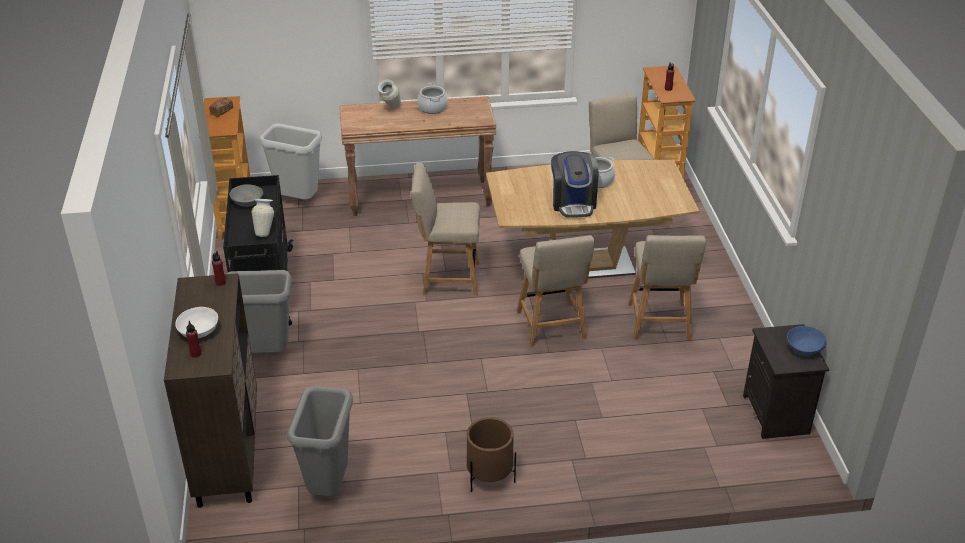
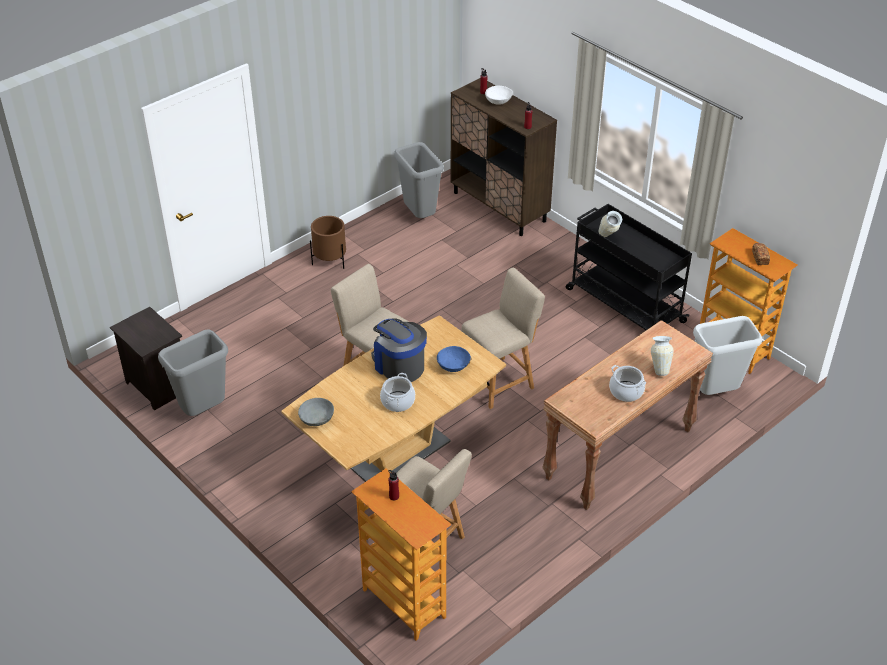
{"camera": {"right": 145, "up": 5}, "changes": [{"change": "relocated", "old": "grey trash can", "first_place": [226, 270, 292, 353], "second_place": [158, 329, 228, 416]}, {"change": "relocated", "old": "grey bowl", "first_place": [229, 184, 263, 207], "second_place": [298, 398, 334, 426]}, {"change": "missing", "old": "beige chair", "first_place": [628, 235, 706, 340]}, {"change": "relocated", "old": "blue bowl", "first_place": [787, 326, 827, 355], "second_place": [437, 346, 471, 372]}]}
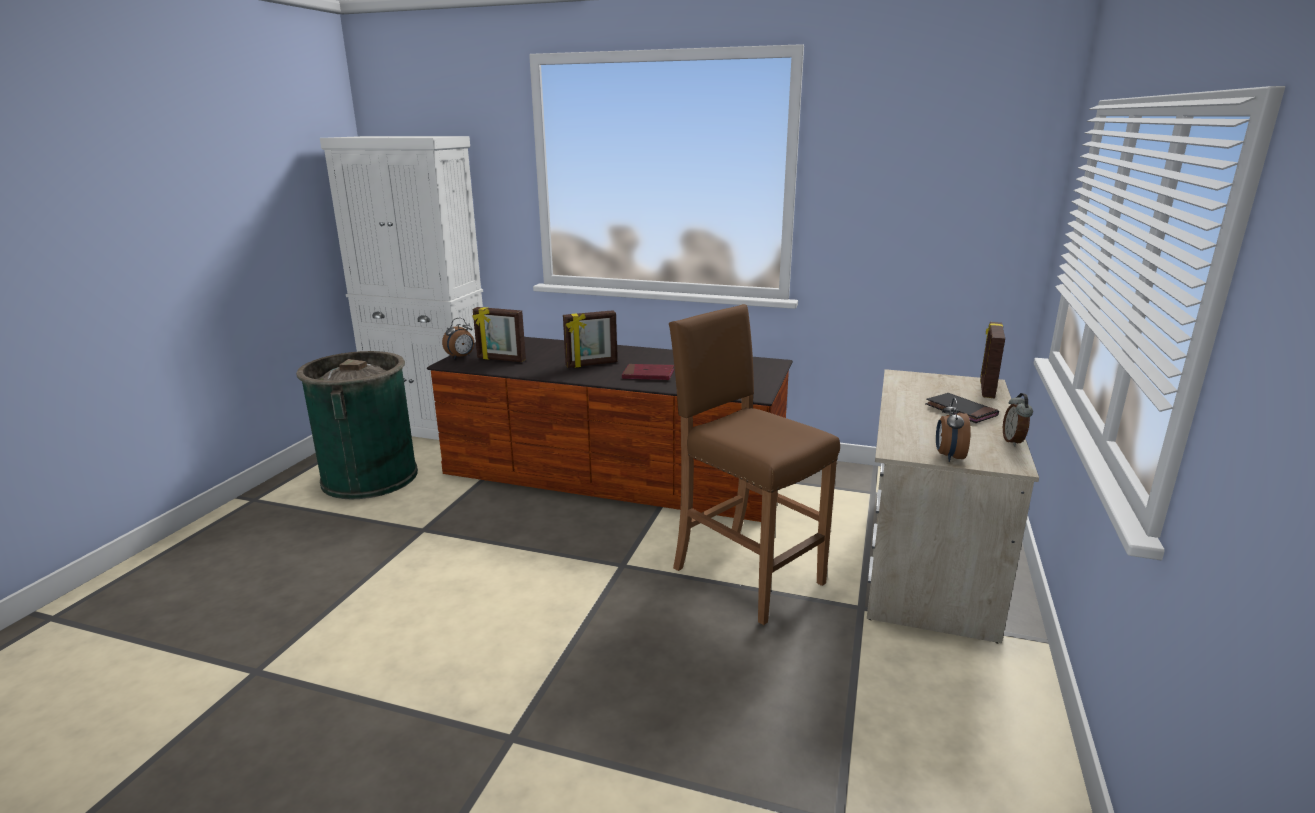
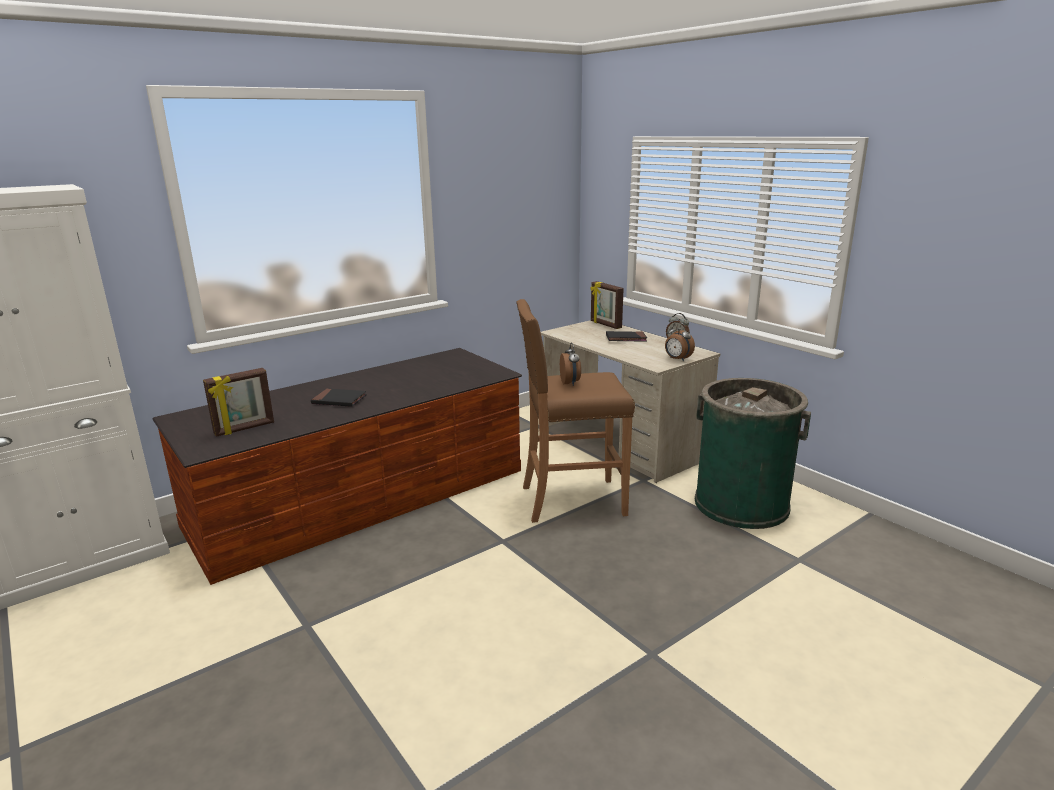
{"camera": {"right": -55, "up": 0}, "changes": [{"change": "relocated", "old": "green trash can", "first_place": [296, 351, 418, 499], "second_place": [695, 378, 811, 529]}, {"change": "relocated", "old": "alarm clock", "first_place": [442, 318, 474, 359], "second_place": [560, 342, 581, 386]}, {"change": "exchanged", "old": "picture frame", "new": "black book", "first_place": [563, 310, 617, 368], "second_place": [311, 389, 366, 407]}, {"change": "missing", "old": "red book", "first_place": [622, 364, 674, 380]}]}
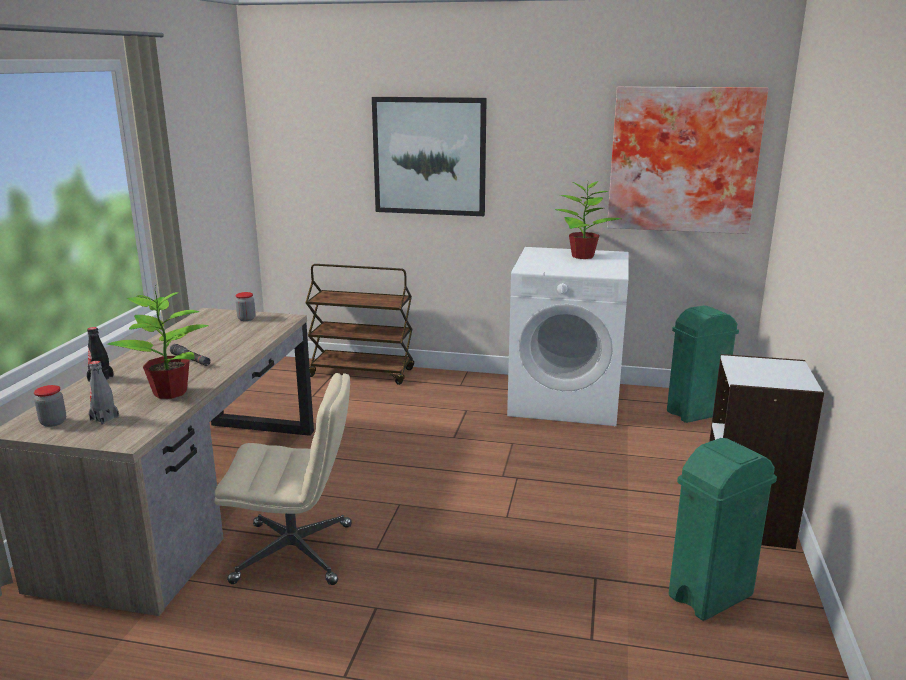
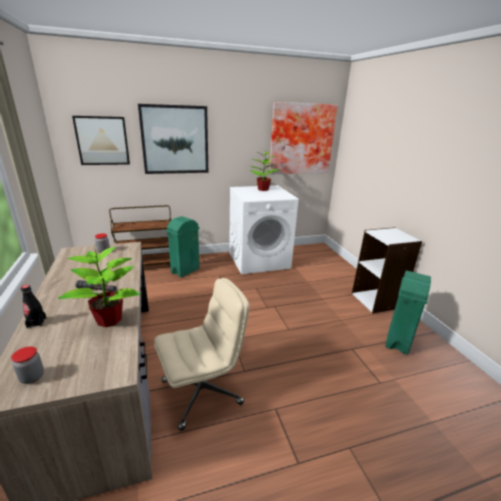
{"camera": {"right": -30, "up": 5}, "changes": [{"change": "missing", "old": "grey bottle", "first_place": [89, 361, 119, 424]}, {"change": "relocated", "old": "green trash can", "first_place": [667, 305, 739, 423], "second_place": [166, 216, 200, 278]}, {"change": "appeared", "new": "picture", "second_place": [72, 116, 130, 165]}]}
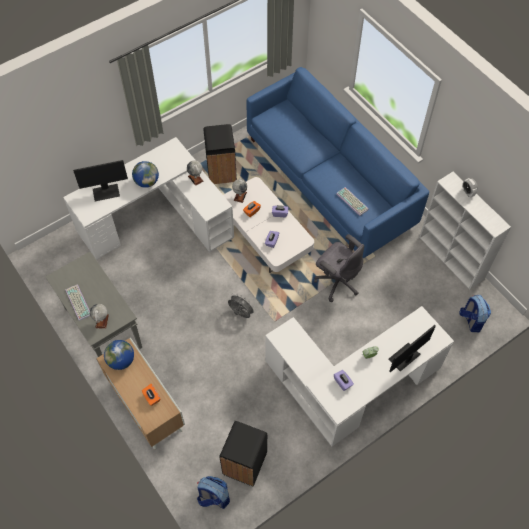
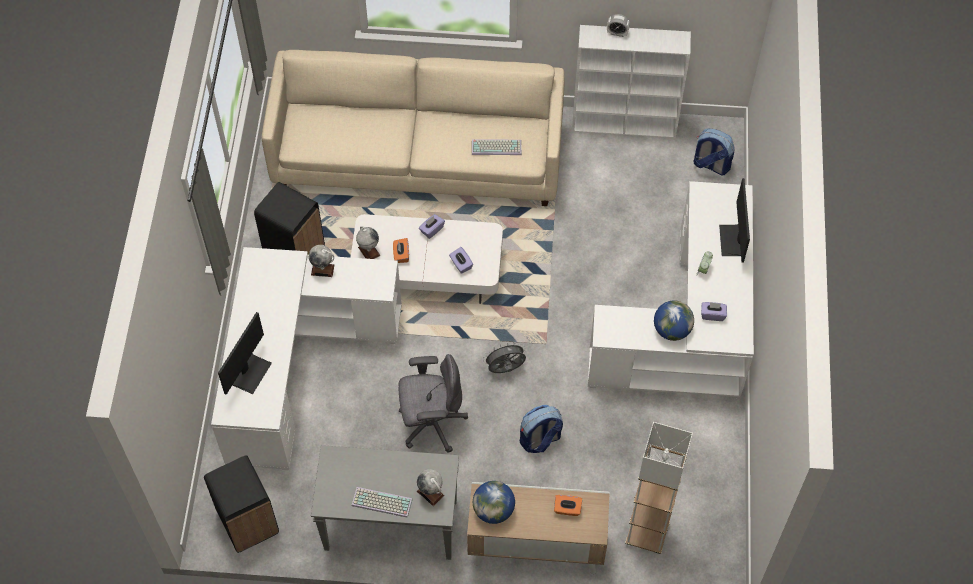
{"camera": {"right": -50, "up": 0}, "changes": [{"change": "relocated", "old": "globe", "first_place": [132, 161, 159, 188], "second_place": [654, 301, 694, 341]}, {"change": "relocated", "old": "backpack", "first_place": [197, 476, 230, 509], "second_place": [520, 405, 563, 453]}, {"change": "relocated", "old": "black trash can", "first_place": [219, 421, 267, 486], "second_place": [204, 455, 279, 553]}, {"change": "colour", "old": "blue sofa", "new": "beige sofa", "first_place": [247, 67, 429, 258], "second_place": [262, 50, 565, 206]}, {"change": "relocated", "old": "grey office chair", "first_place": [314, 234, 364, 302], "second_place": [399, 354, 468, 453]}, {"change": "appeared", "new": "white floor lamp", "second_place": [625, 422, 693, 554]}]}
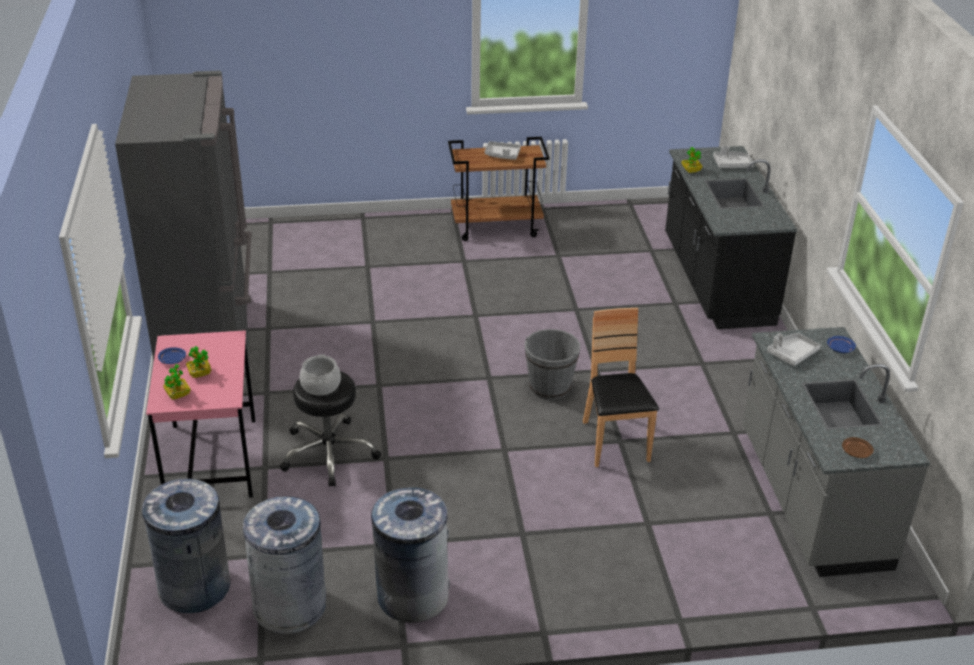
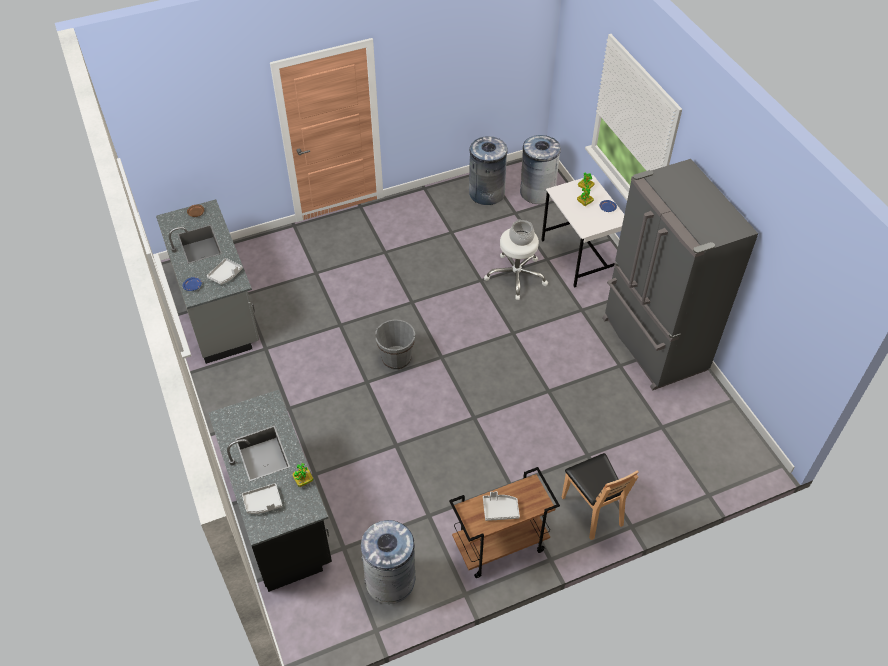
{"camera": {"right": 165, "up": 15}, "changes": [{"change": "colour", "old": "pink desk", "new": "white desk", "first_place": [146, 330, 255, 498], "second_place": [542, 175, 624, 288]}, {"change": "colour", "old": "black stool", "new": "white stool", "first_place": [280, 371, 381, 487], "second_place": [484, 229, 548, 300]}, {"change": "relocated", "old": "grey trash can", "first_place": [371, 488, 450, 623], "second_place": [361, 520, 415, 604]}, {"change": "relocated", "old": "brown chair", "first_place": [583, 308, 659, 467], "second_place": [562, 453, 638, 540]}]}
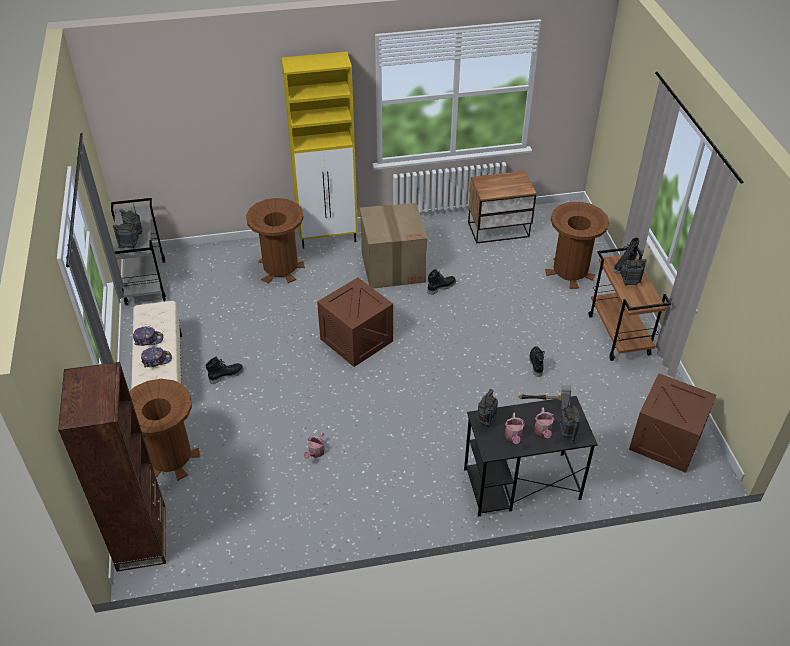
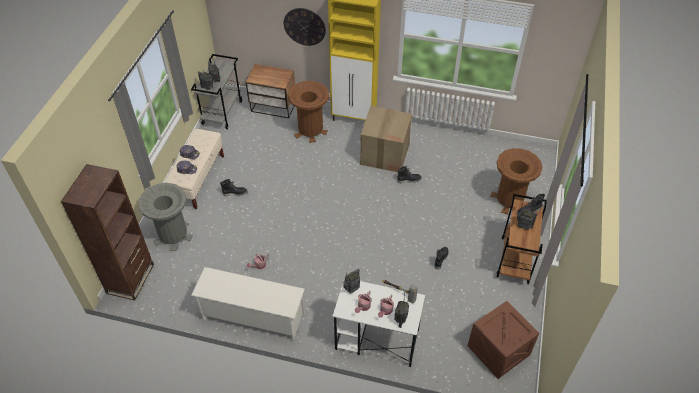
{"camera": {"right": 25, "up": 5}, "changes": [{"change": "colour", "old": "brown trash can", "new": "grey trash can", "first_place": [129, 379, 200, 481], "second_place": [139, 183, 193, 251]}, {"change": "missing", "old": "crate", "first_place": [317, 277, 393, 367]}, {"change": "colour", "old": "black desk", "new": "white desk", "first_place": [464, 396, 598, 517], "second_place": [332, 278, 425, 367]}, {"change": "relocated", "old": "nightstand", "first_place": [468, 171, 537, 244], "second_place": [245, 64, 295, 118]}, {"change": "appeared", "new": "white shoe rack", "second_place": [191, 267, 305, 341]}, {"change": "appeared", "new": "wall clock", "second_place": [284, 8, 326, 46]}]}
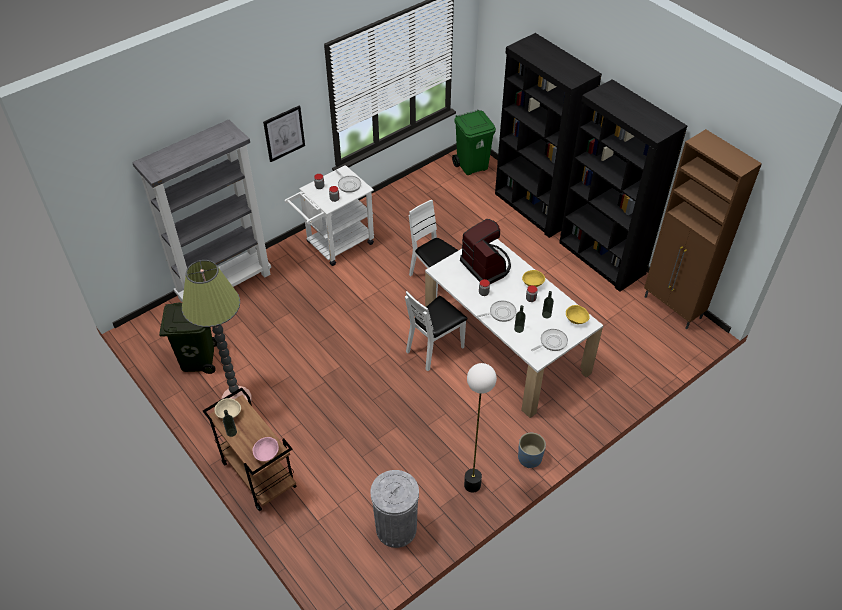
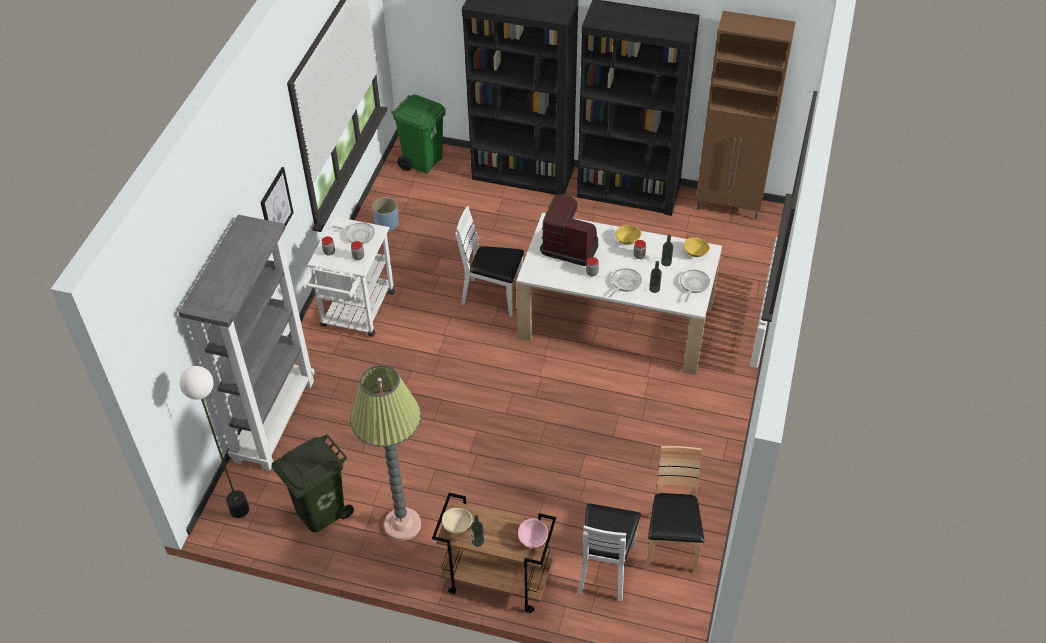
{"camera": {"right": -35, "up": 0}, "changes": [{"change": "exchanged", "old": "grey trash can", "new": "brown chair", "first_place": [370, 470, 419, 548], "second_place": [646, 446, 704, 573]}, {"change": "relocated", "old": "white chair", "first_place": [405, 291, 468, 371], "second_place": [578, 504, 641, 601]}, {"change": "relocated", "old": "floor lamp", "first_place": [464, 363, 497, 493], "second_place": [179, 366, 249, 518]}, {"change": "relocated", "old": "blue planter", "first_place": [518, 433, 546, 468], "second_place": [372, 197, 399, 232]}]}
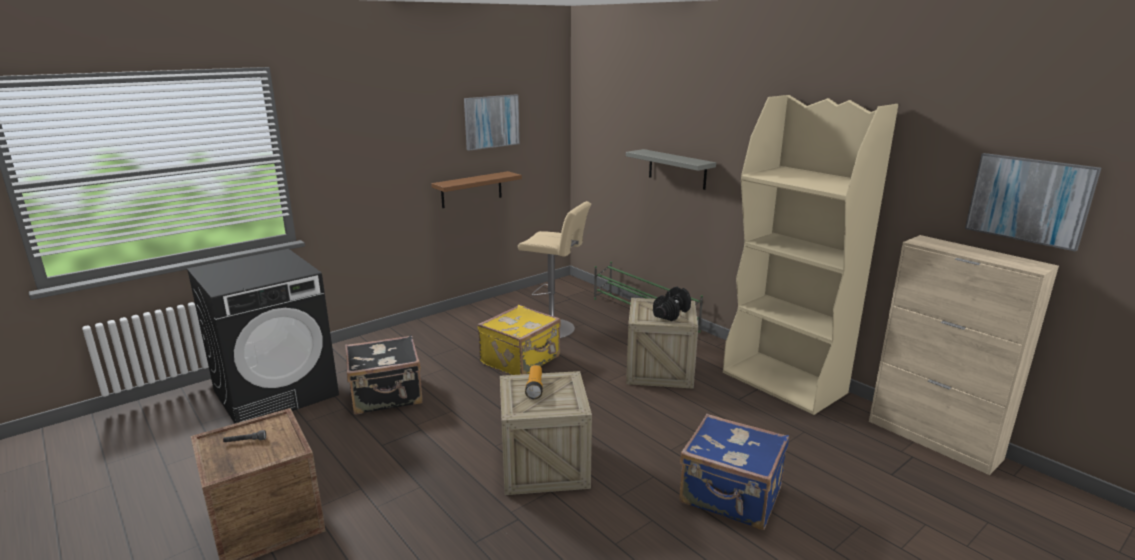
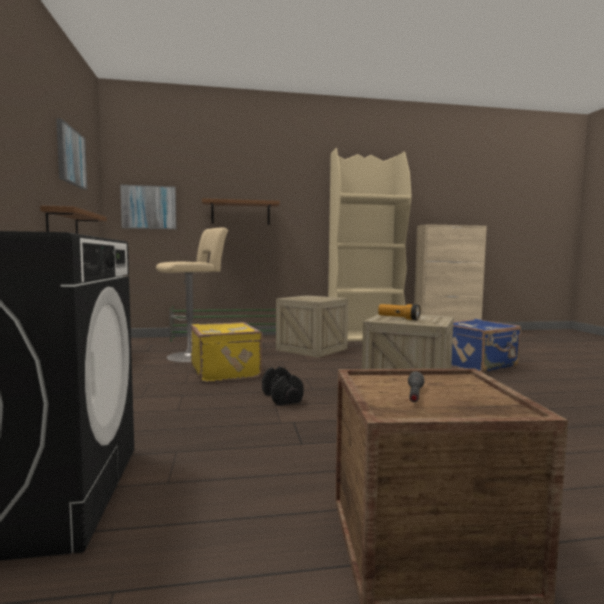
{"camera": {"right": -60, "up": -15}, "changes": [{"change": "missing", "old": "black suitcase", "first_place": [345, 335, 423, 415]}, {"change": "colour", "old": "grey shelf", "new": "brown shelf", "first_place": [626, 149, 716, 190], "second_place": [202, 198, 280, 225]}, {"change": "relocated", "old": "black dumbbell", "first_place": [653, 286, 691, 321], "second_place": [262, 367, 303, 406]}, {"change": "relocated", "old": "picture", "first_place": [965, 153, 1101, 252], "second_place": [120, 185, 177, 229]}]}
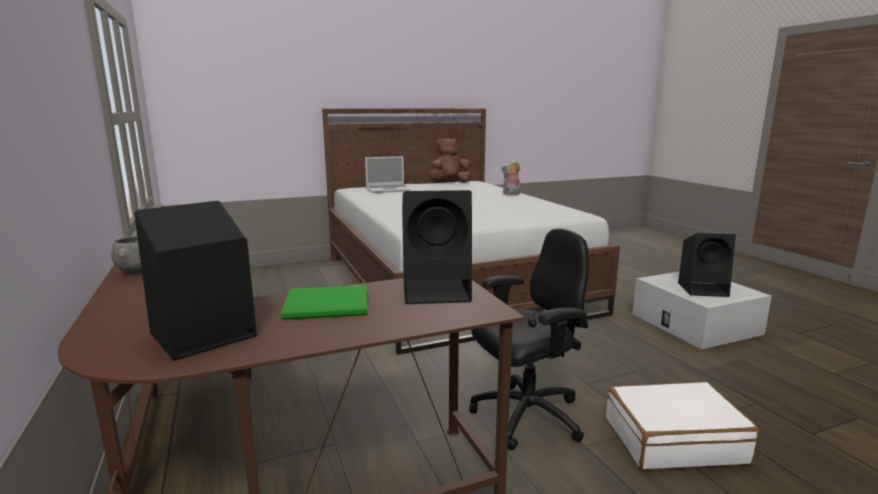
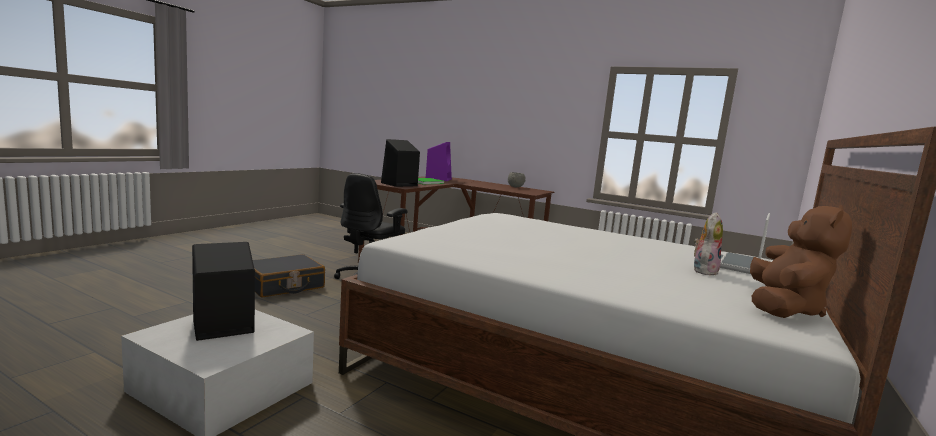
{"camera": {"right": 140, "up": -5}, "changes": [{"change": "colour", "old": "black speaker", "new": "purple speaker", "first_place": [134, 201, 257, 361], "second_place": [426, 142, 452, 181]}, {"change": "relocated", "old": "plush toy", "first_place": [501, 159, 521, 195], "second_place": [694, 212, 723, 275]}, {"change": "colour", "old": "white suitcase", "new": "black suitcase", "first_place": [606, 382, 759, 470], "second_place": [253, 254, 325, 297]}]}
